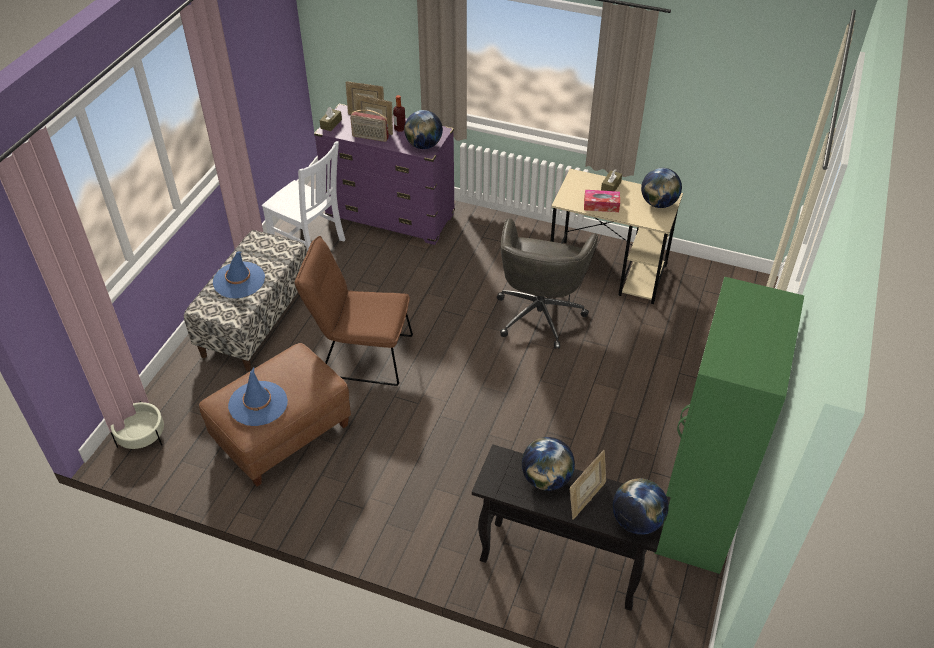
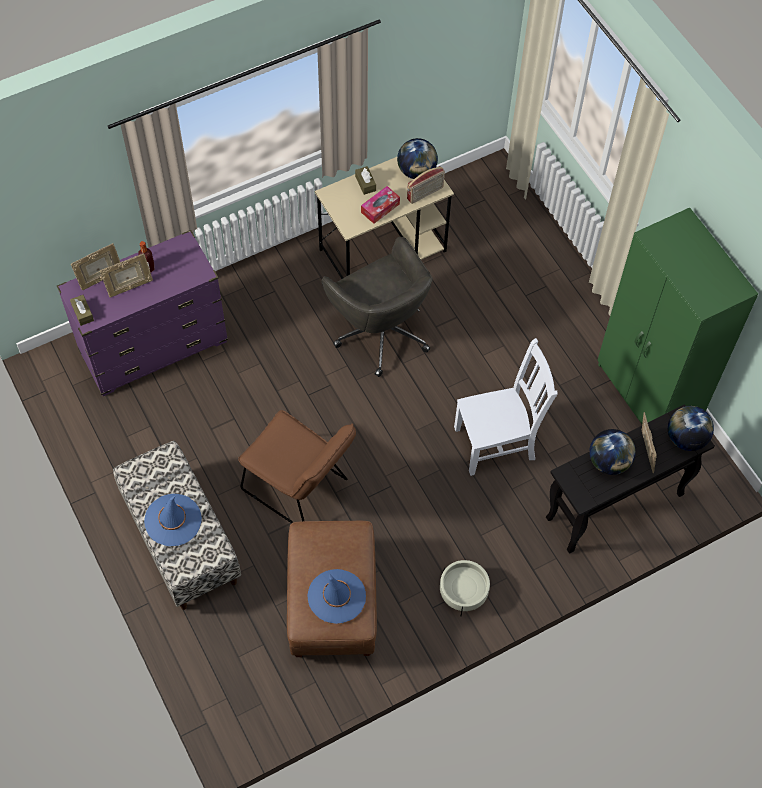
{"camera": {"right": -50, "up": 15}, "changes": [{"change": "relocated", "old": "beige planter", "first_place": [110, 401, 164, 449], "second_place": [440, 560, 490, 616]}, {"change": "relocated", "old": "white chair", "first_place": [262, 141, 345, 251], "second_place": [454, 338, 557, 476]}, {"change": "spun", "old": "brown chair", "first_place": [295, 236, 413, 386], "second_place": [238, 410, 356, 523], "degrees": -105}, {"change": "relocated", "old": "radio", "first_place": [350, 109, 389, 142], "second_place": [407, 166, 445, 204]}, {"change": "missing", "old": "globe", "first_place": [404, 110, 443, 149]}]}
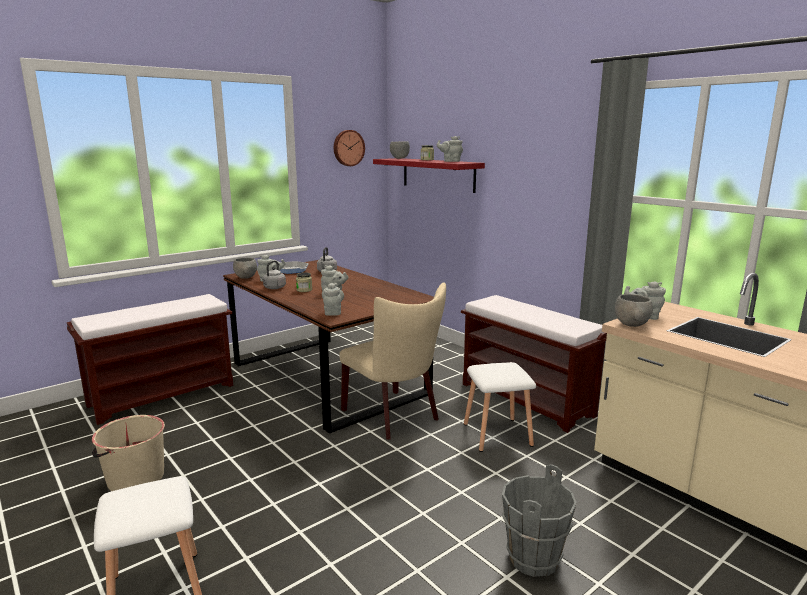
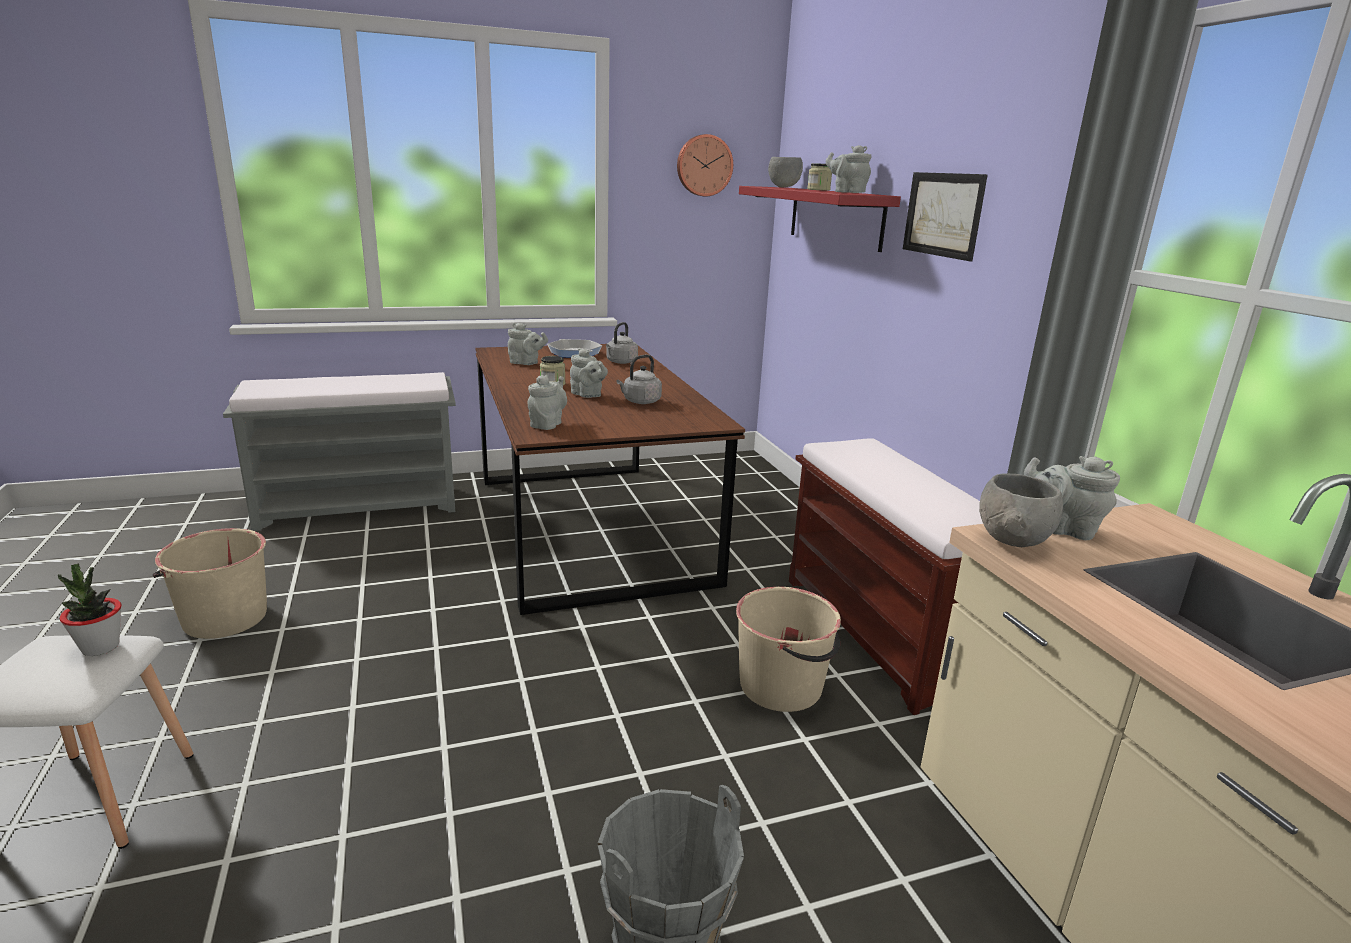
{"camera": {"right": 20, "up": 5}, "changes": [{"change": "colour", "old": "brown bench", "new": "grey bench", "first_place": [67, 294, 233, 425], "second_place": [223, 372, 456, 531]}, {"change": "missing", "old": "grey bowl", "first_place": [233, 258, 257, 279]}, {"change": "relocated", "old": "grey kettle", "first_place": [260, 260, 286, 289], "second_place": [616, 355, 662, 404]}, {"change": "missing", "old": "beige chair", "first_place": [339, 283, 446, 439]}, {"change": "exchanged", "old": "white stool", "new": "beige bucket", "first_place": [464, 362, 536, 452], "second_place": [736, 587, 841, 712]}, {"change": "appeared", "new": "potted plant", "second_place": [58, 564, 122, 656]}, {"change": "appeared", "new": "picture", "second_place": [903, 172, 988, 261]}]}
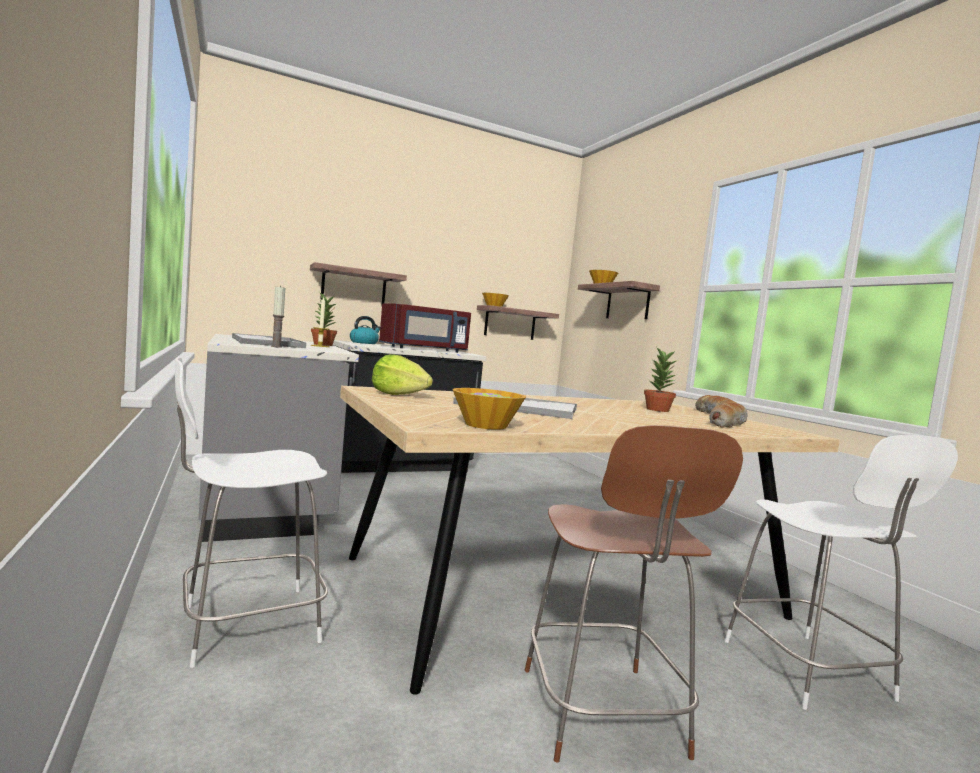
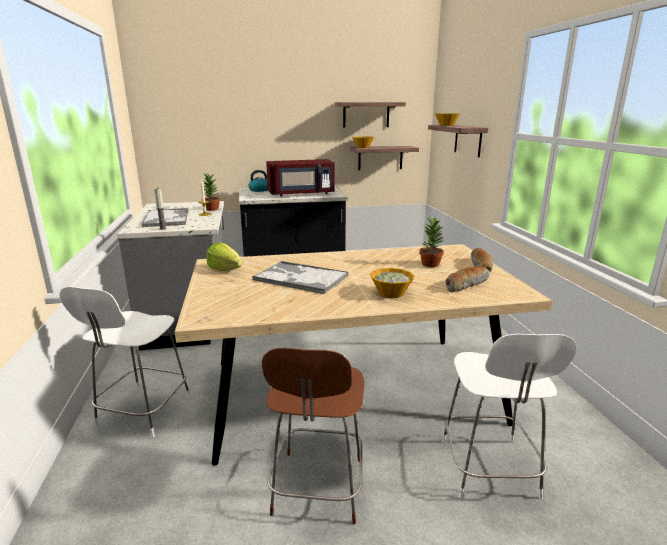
{"camera": {"right": 15, "up": 15}, "changes": [{"change": "spun", "old": "white chair", "first_place": [175, 358, 328, 668], "second_place": [60, 287, 191, 437], "degrees": -60}, {"change": "relocated", "old": "shelf", "first_place": [310, 262, 407, 306], "second_place": [335, 102, 406, 128]}, {"change": "relocated", "old": "bowl", "first_place": [453, 388, 526, 430], "second_place": [370, 268, 415, 298]}]}
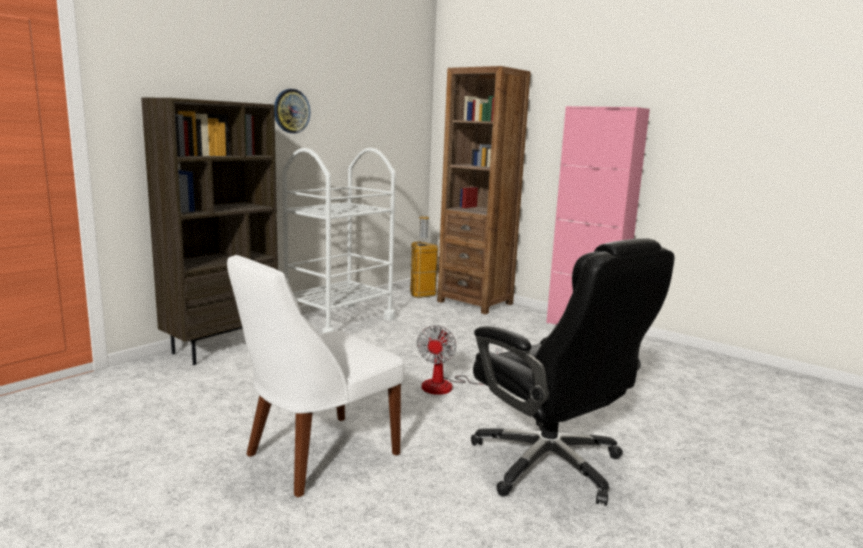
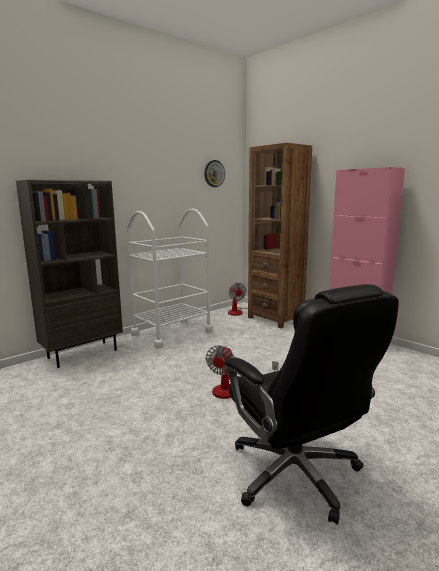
{"camera": {"right": 10, "up": 0}, "changes": [{"change": "missing", "old": "white chair", "first_place": [227, 255, 404, 497]}, {"change": "relocated", "old": "wall clock", "first_place": [274, 89, 310, 133], "second_place": [204, 160, 225, 187]}, {"change": "exchanged", "old": "trash can", "new": "fan", "first_place": [410, 216, 438, 298], "second_place": [228, 283, 248, 316]}]}
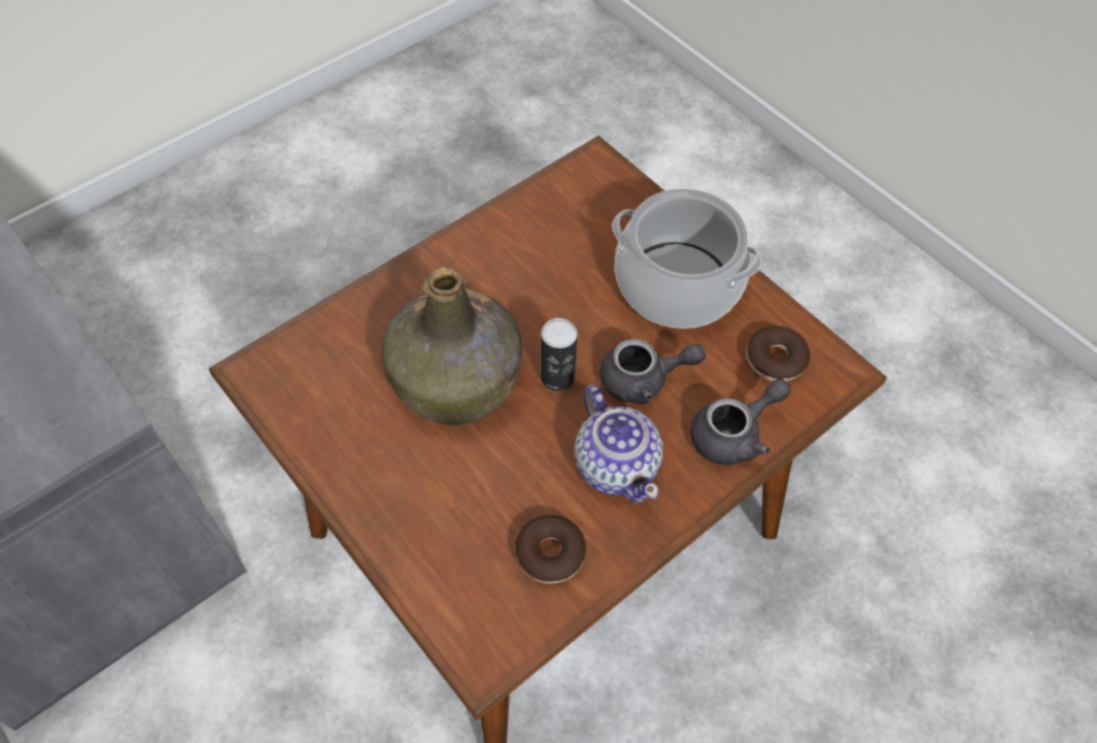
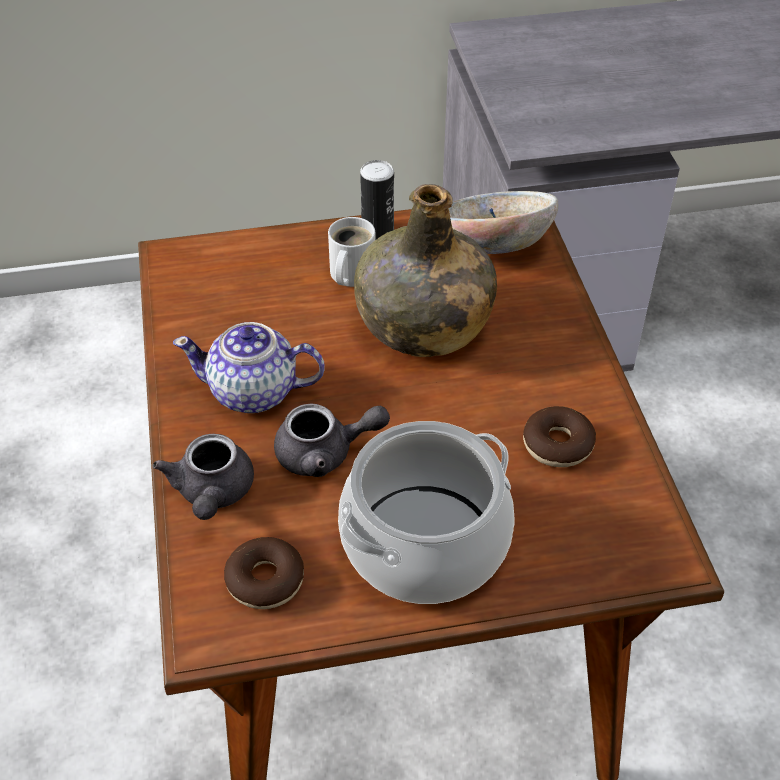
{"camera": {"right": 120, "up": -10}, "changes": [{"change": "relocated", "old": "donut", "first_place": [515, 515, 586, 584], "second_place": [523, 406, 596, 467]}, {"change": "relocated", "old": "can", "first_place": [541, 318, 578, 391], "second_place": [360, 160, 394, 240]}, {"change": "spun", "old": "grey teapot", "first_place": [600, 339, 706, 405], "second_place": [274, 403, 390, 477], "degrees": -120}, {"change": "appeared", "new": "white mug", "second_place": [328, 217, 375, 287]}, {"change": "appeared", "new": "bowl", "second_place": [448, 191, 559, 254]}]}
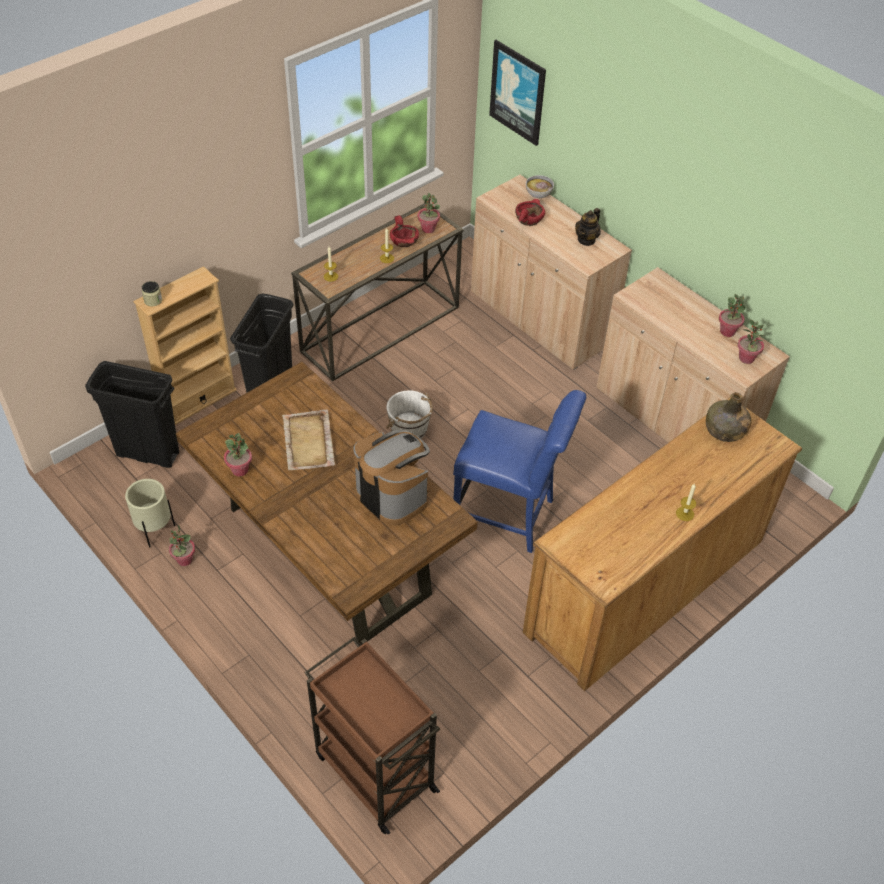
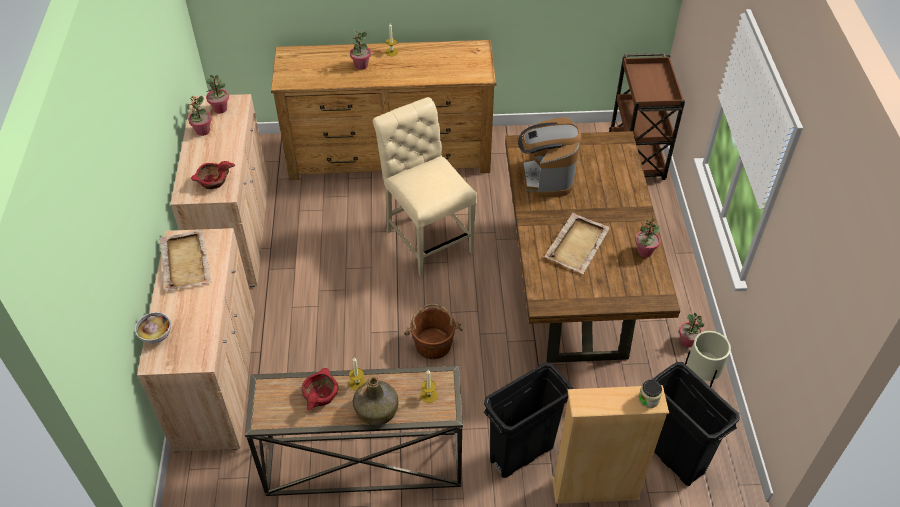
{"camera": {"right": -140, "up": 0}, "changes": [{"change": "colour", "old": "white bucket", "new": "brown bucket", "first_place": [386, 390, 433, 438], "second_place": [404, 303, 463, 359]}, {"change": "relocated", "old": "potted plant", "first_place": [418, 193, 440, 233], "second_place": [350, 30, 371, 70]}, {"change": "colour", "old": "blue chair", "new": "beige chair", "first_place": [453, 390, 586, 553], "second_place": [373, 97, 477, 277]}, {"change": "missing", "old": "picture", "first_place": [489, 40, 546, 146]}, {"change": "relocated", "old": "red bowl", "first_place": [515, 199, 545, 226], "second_place": [191, 161, 235, 189]}, {"change": "exchanged", "old": "teapot", "new": "beige tray", "first_place": [575, 208, 601, 246], "second_place": [159, 230, 212, 291]}, {"change": "relocated", "old": "green bottle", "first_place": [706, 392, 751, 442], "second_place": [353, 377, 398, 425]}]}
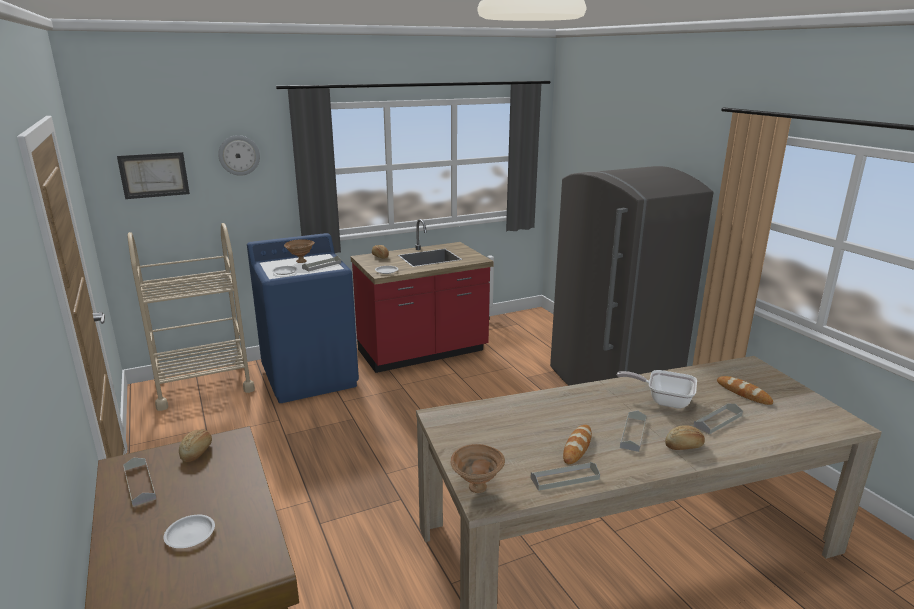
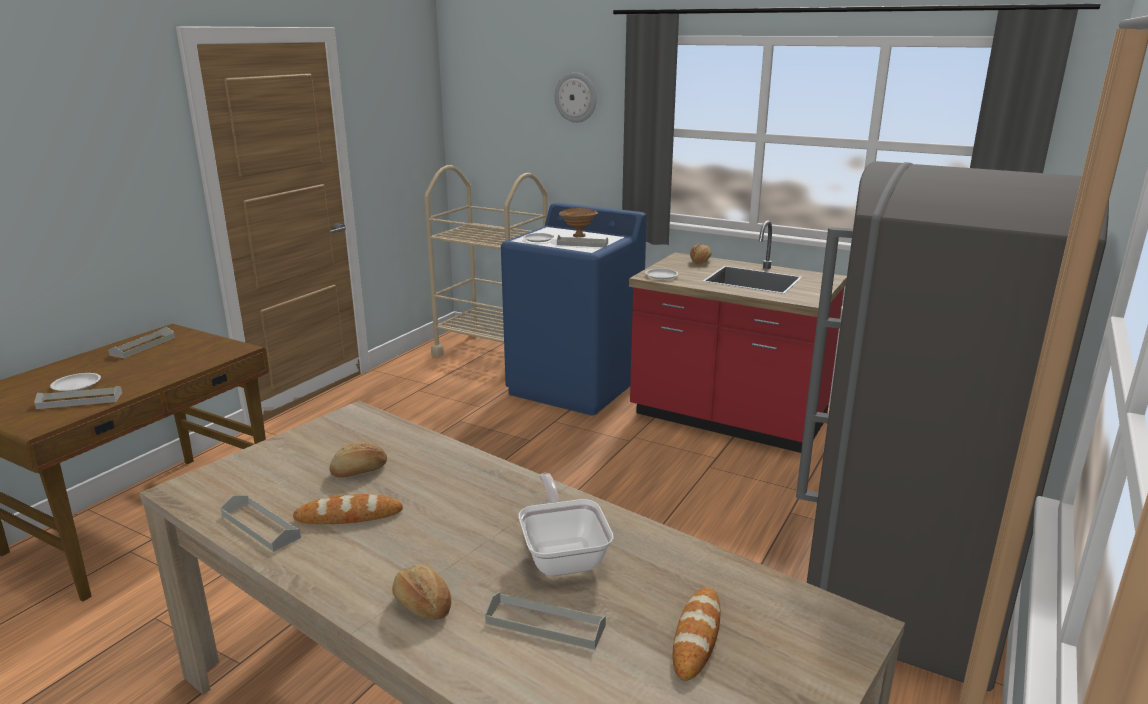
{"camera": {"right": 55, "up": 0}, "changes": [{"change": "missing", "old": "picture", "first_place": [117, 152, 190, 199]}, {"change": "relocated", "old": "bread", "first_place": [179, 430, 212, 462], "second_place": [330, 442, 387, 478]}, {"change": "missing", "old": "brown bowl", "first_place": [451, 444, 505, 493]}, {"change": "relocated", "old": "grey tray", "first_place": [620, 411, 647, 452], "second_place": [34, 386, 122, 409]}]}
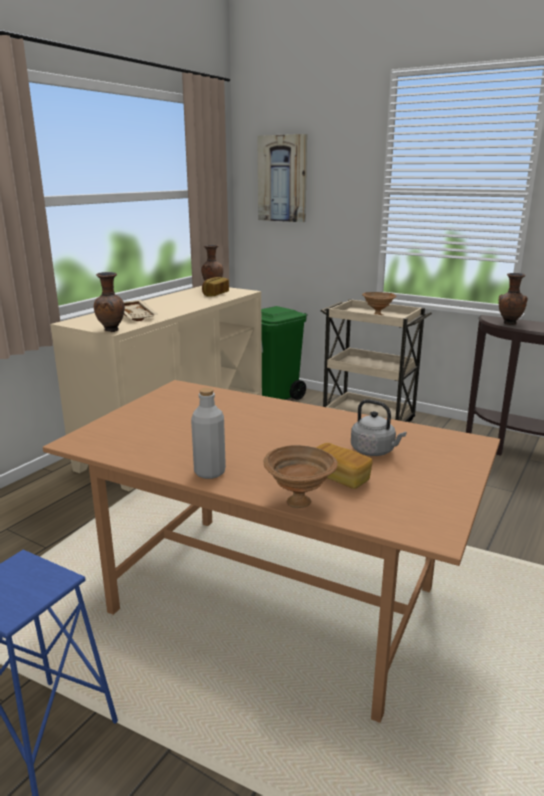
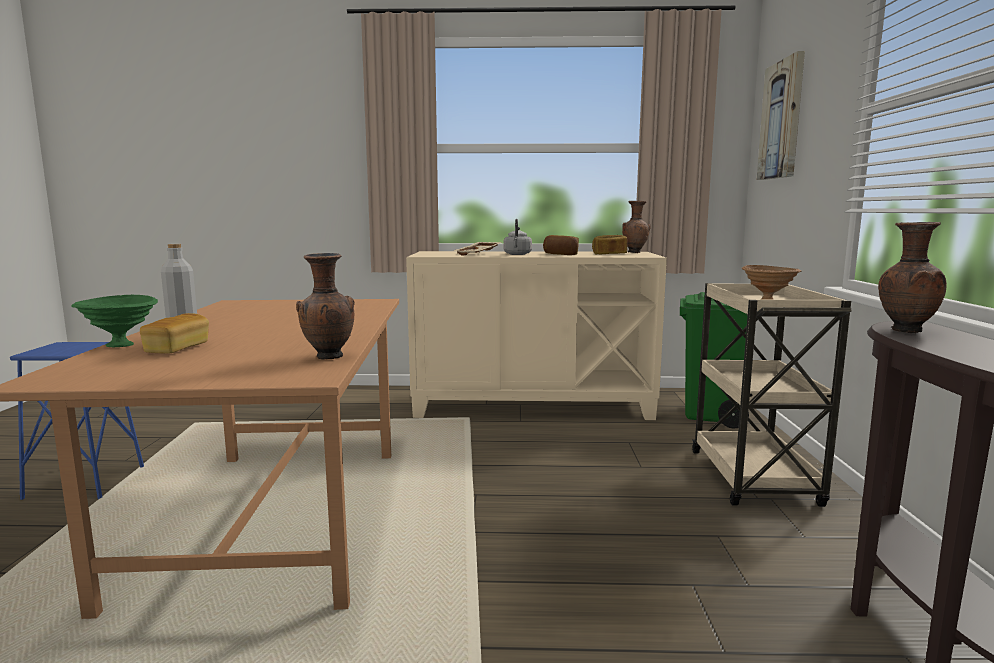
{"camera": {"right": 60, "up": -10}, "changes": [{"change": "relocated", "old": "brown vase", "first_place": [94, 272, 125, 332], "second_place": [296, 253, 355, 360]}, {"change": "colour", "old": "brown bowl", "new": "green bowl", "first_place": [263, 445, 338, 508], "second_place": [71, 295, 158, 347]}, {"change": "relocated", "old": "grey kettle", "first_place": [351, 399, 407, 456], "second_place": [503, 219, 532, 255]}, {"change": "appeared", "new": "bread", "second_place": [543, 235, 579, 255]}]}
